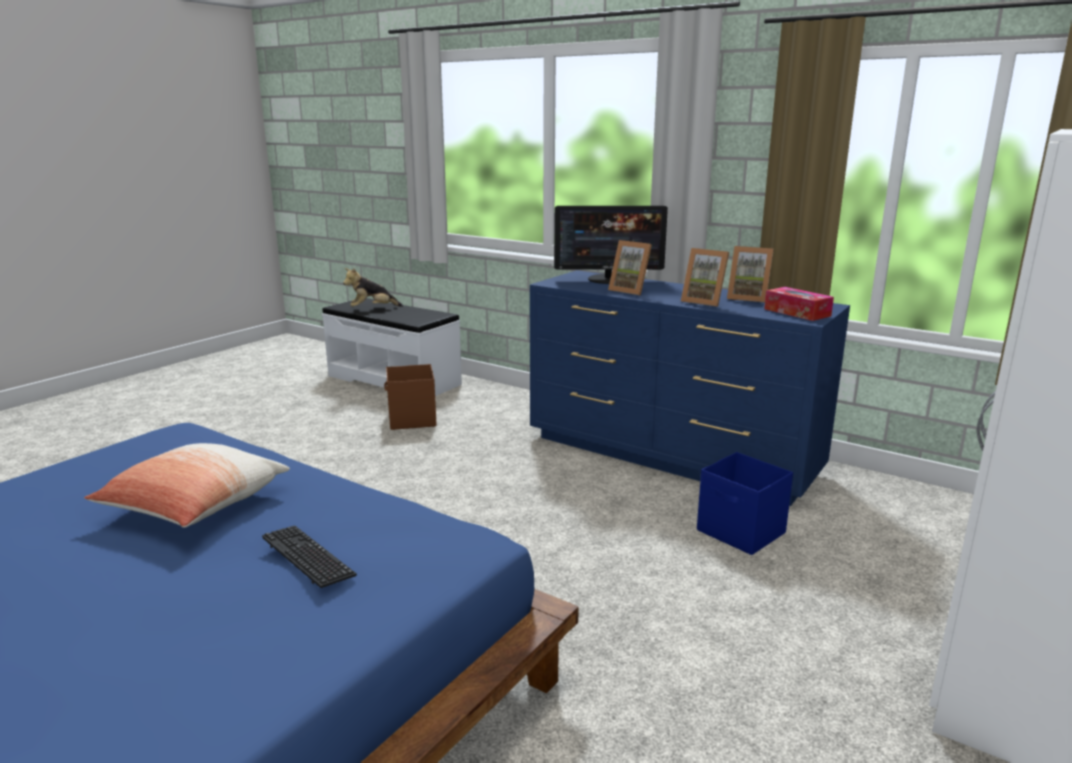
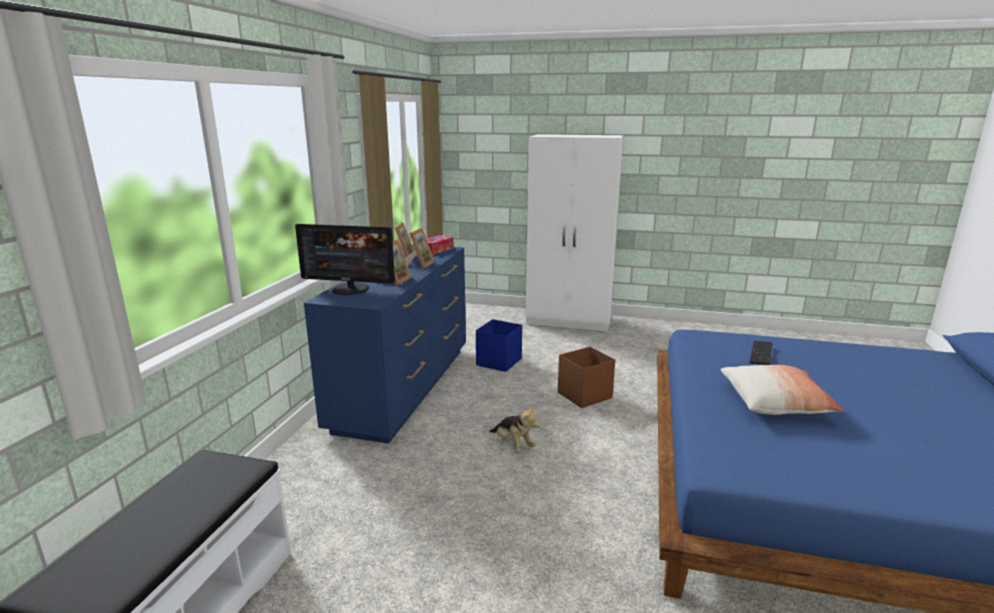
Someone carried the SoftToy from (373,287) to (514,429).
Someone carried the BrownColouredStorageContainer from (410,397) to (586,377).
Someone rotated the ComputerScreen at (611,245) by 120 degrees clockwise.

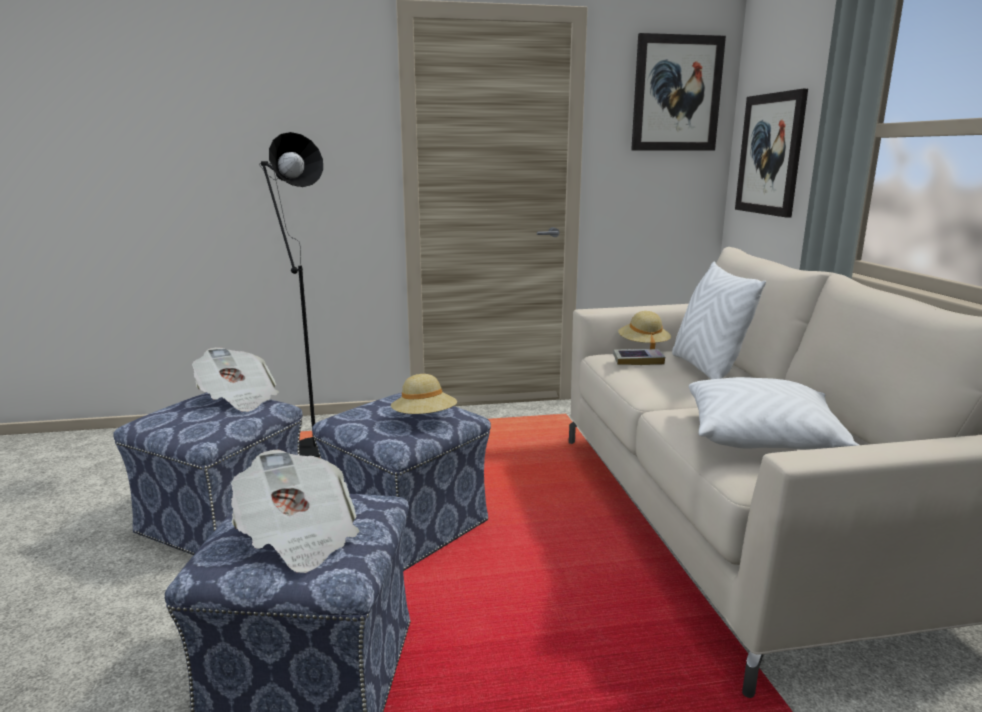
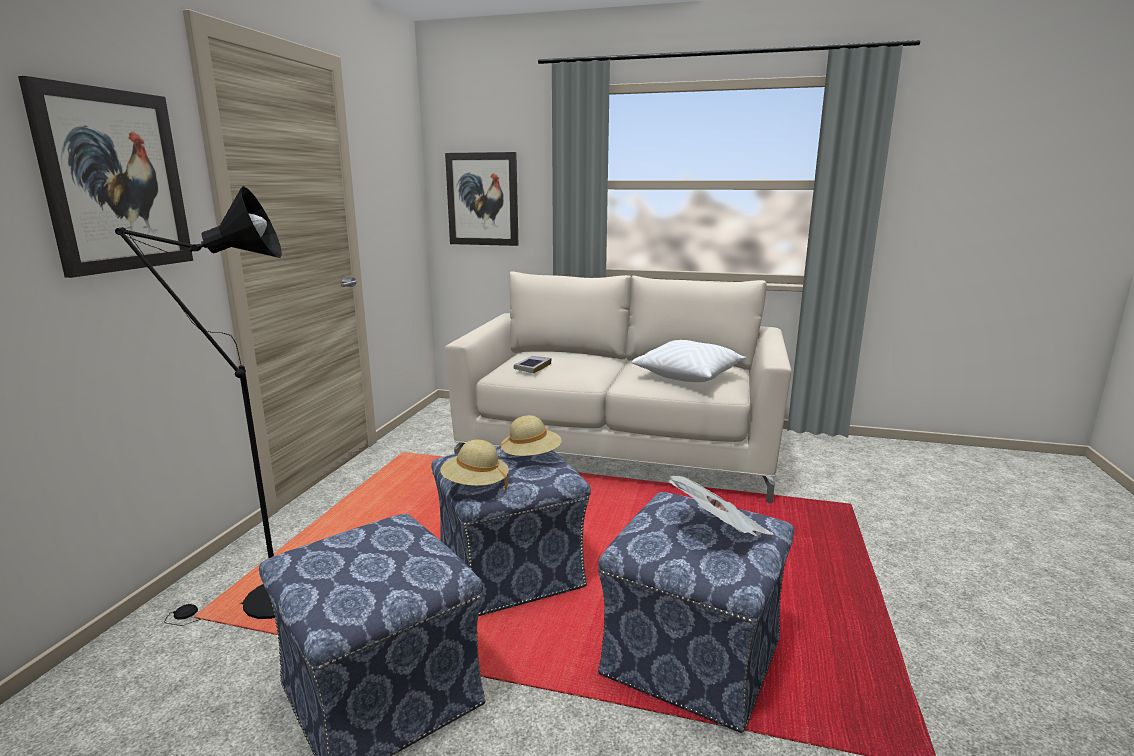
Someone took away the Newspaper at (235,379).
Someone took away the WhiteColouredPillow at (719,320).
Someone carried the SandColouredClothingHat from (644,330) to (474,464).
Someone carried the WallArt from (678,92) to (105,177).

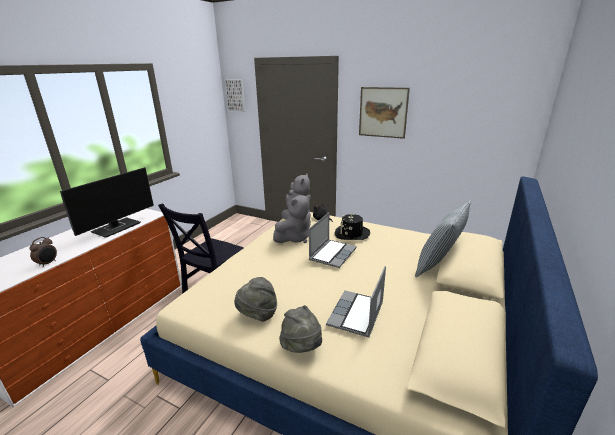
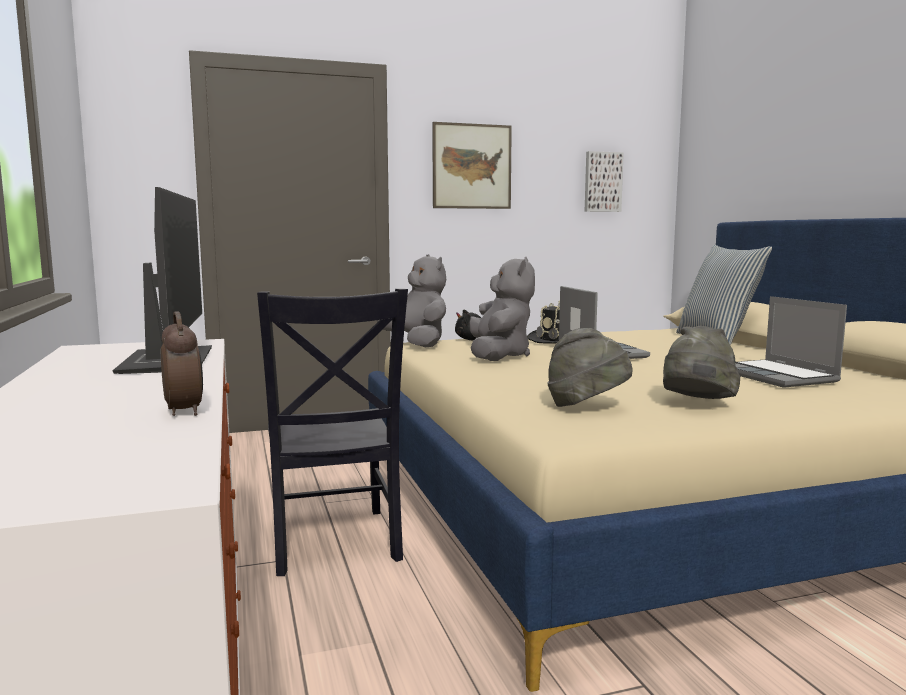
Someone carried the WallArt from (235,96) to (604,181).
Someone carried the GreyClothingHat from (300,329) to (590,367).

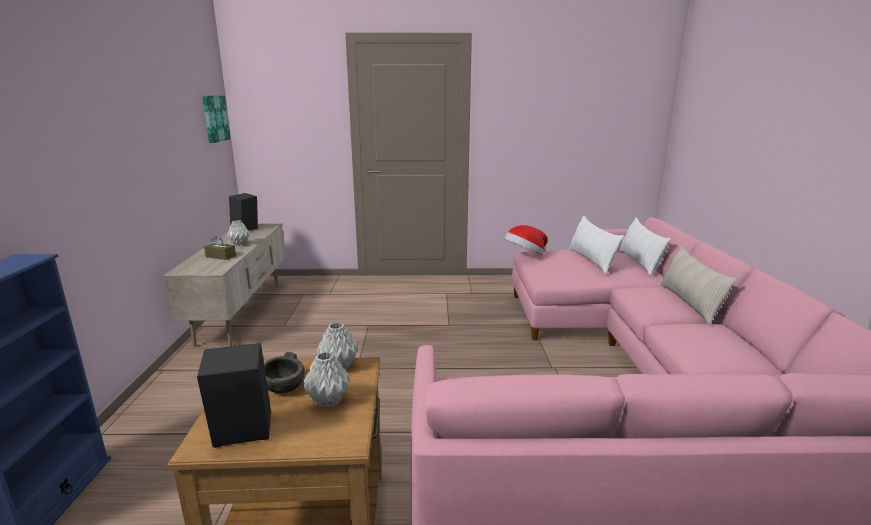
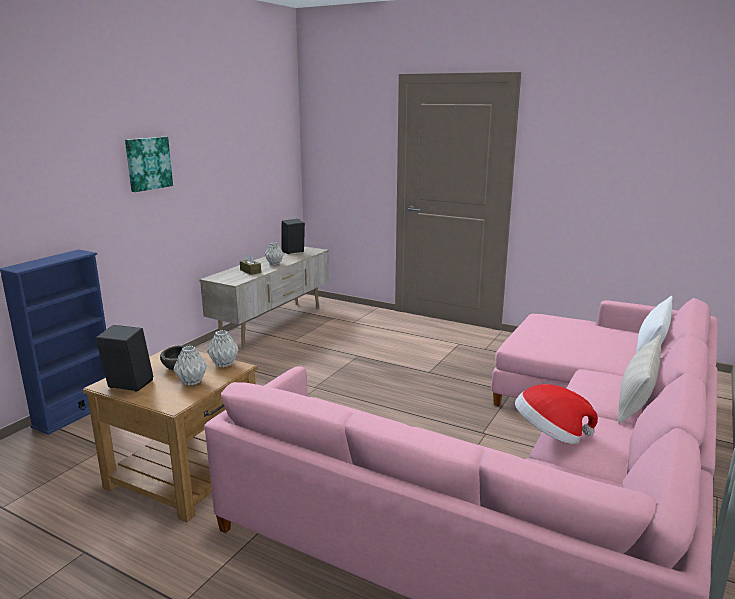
Someone took away the WhiteColouredPillow at (596,245).
Someone carried the WallArt from (216,119) to (149,164).
Someone carried the ClothingHat from (525,240) to (556,414).

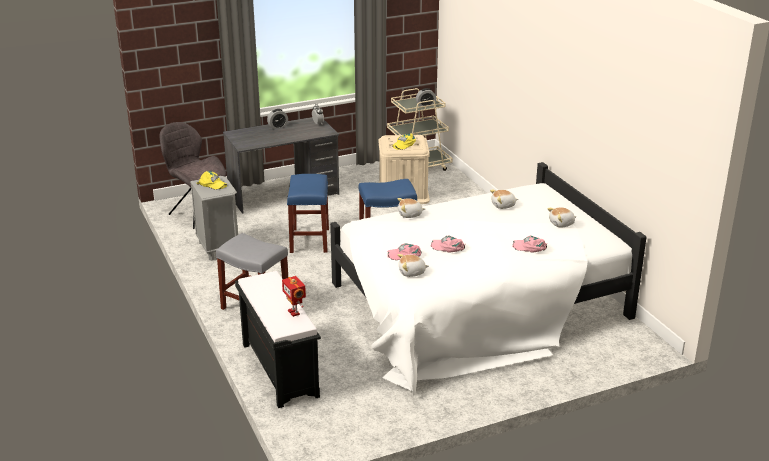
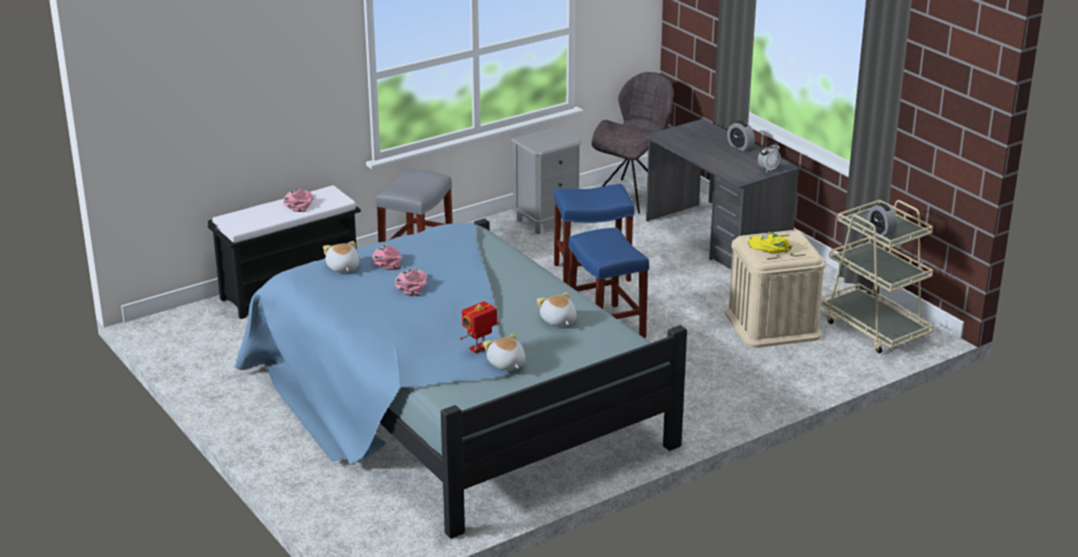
Someone took away the YellowishCap at (212,180).
Someone took away the SoftToy at (411,208).
Someone carried the ModelRobot from (294,296) to (480,327).
Someone carried the PinkCap from (529,244) to (298,200).
Someone repainted the WhiteColouredBed at (488,279), which became the BluishBed at (461,378).

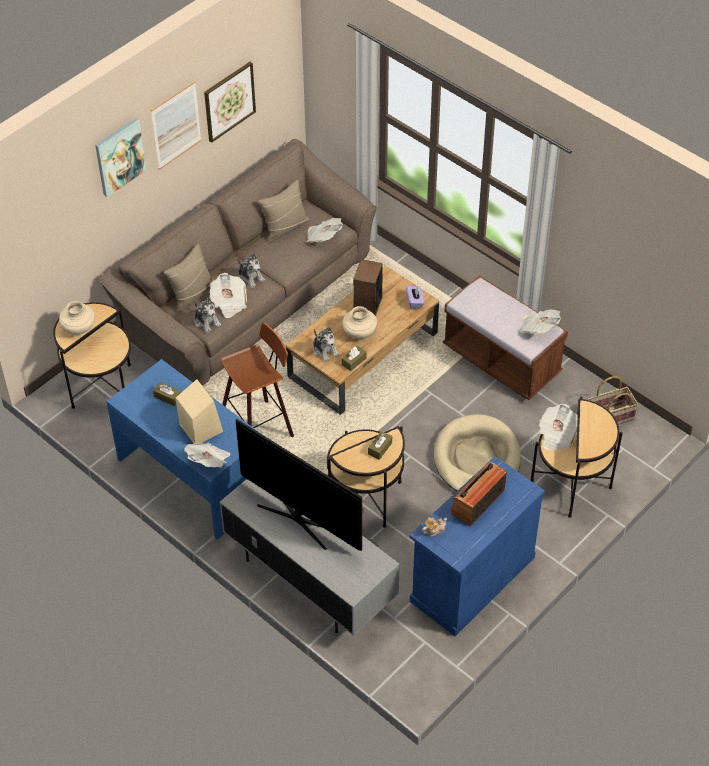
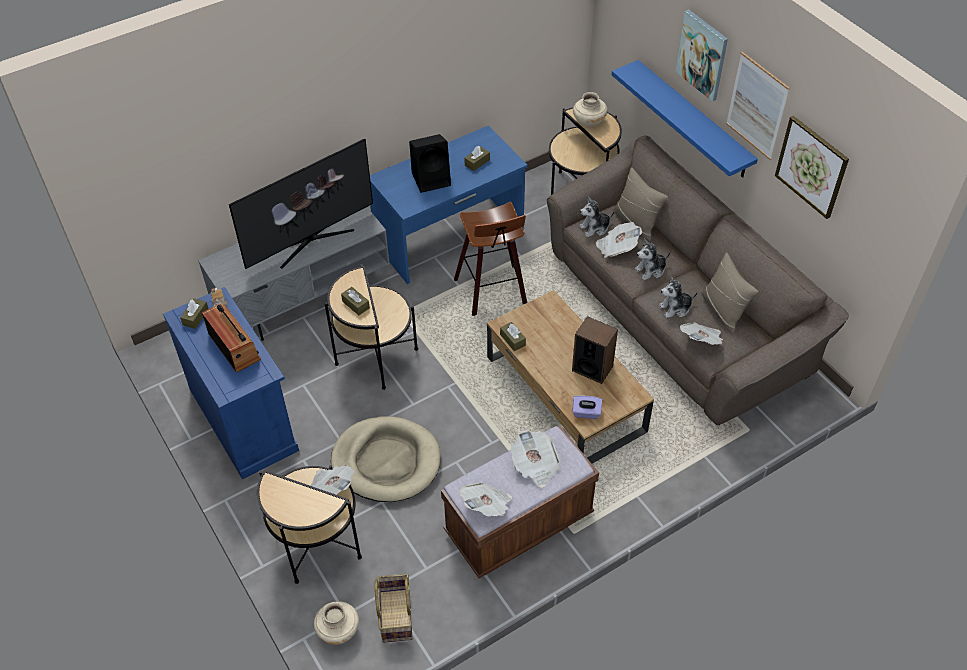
Someone put down the BrownColouredTissueHolder at (194,313).
Someone put up the BluishShelf at (685,119).
Someone carried the Newspaper from (207,455) to (536,459).
Someone carried the SoftToy from (326,344) to (678,296).
Someone carried the SandColouredFlowerVase from (359,322) to (336,623).
Someone repainted the SandColouredAudioSpeaker at (199,411), which became the BlackAudioSpeaker at (430,163).

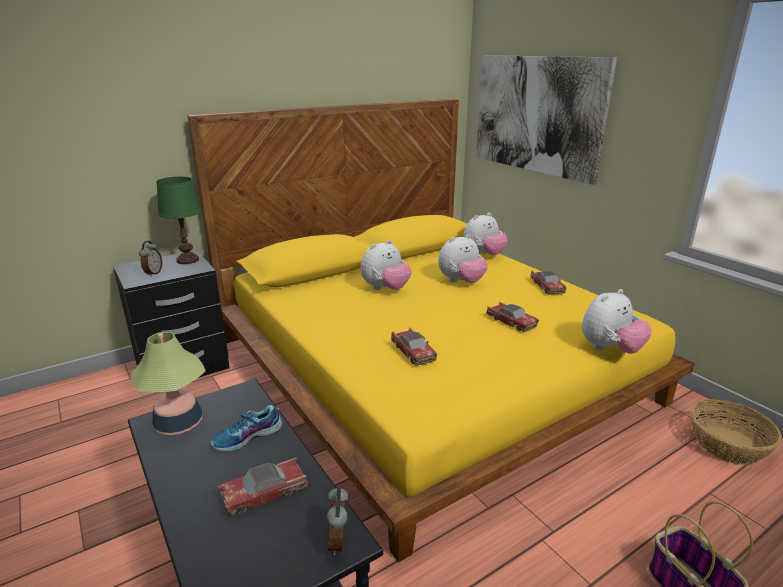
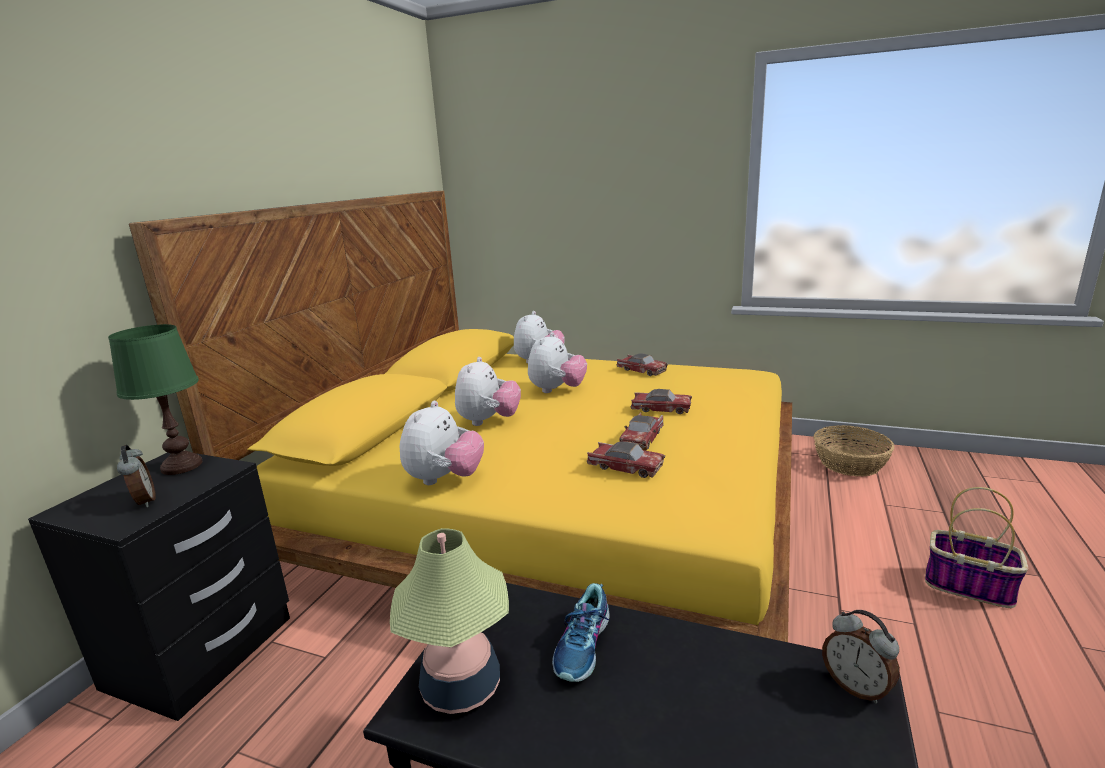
Someone took away the WallArt at (546,120).
Someone carried the ToyCar from (263,487) to (641,431).
Someone carried the SoftToy from (617,321) to (442,443).

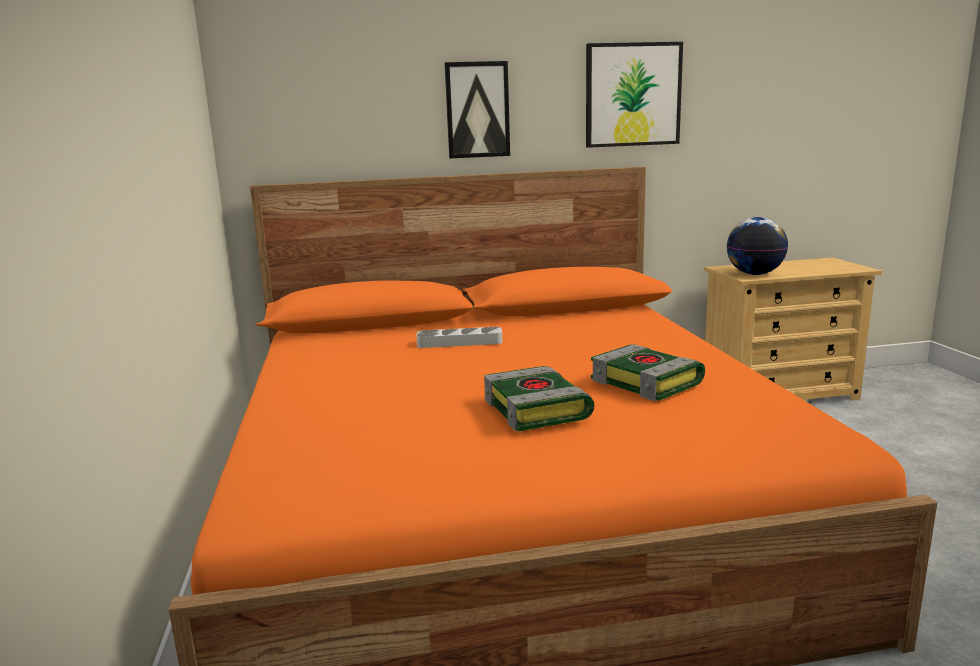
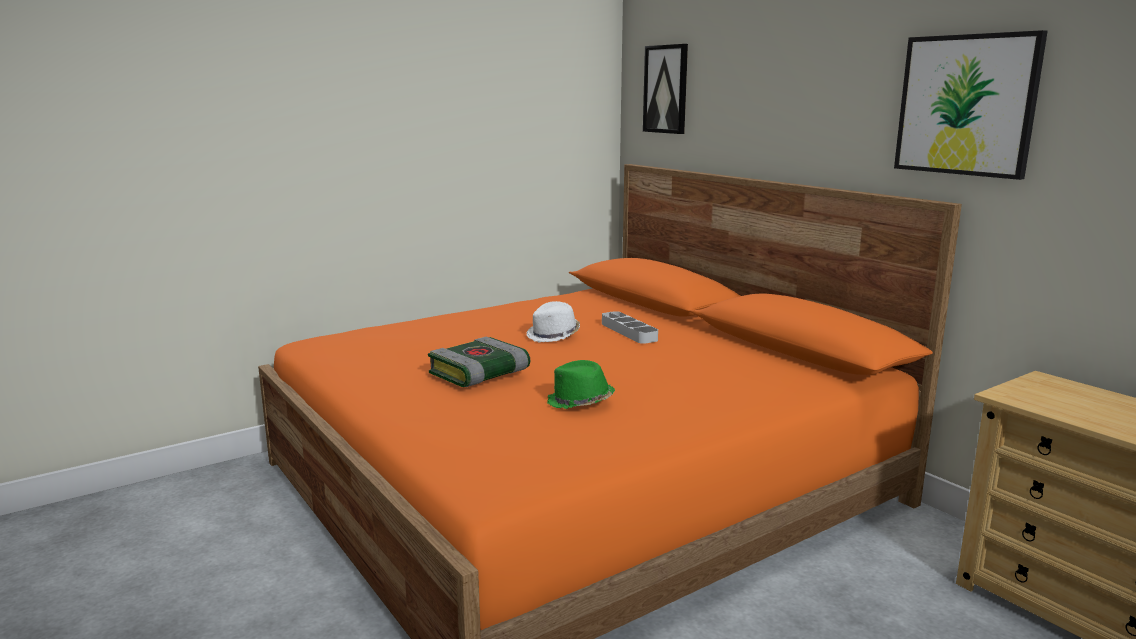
Someone took away the WorldGlobe at (757,246).
Someone put down the WhiteColouredClothingHat at (553,321).
Someone carried the WallArt from (477,109) to (665,89).
Someone swapped the BoundBook at (648,372) for the GreenishClothingHat at (581,384).

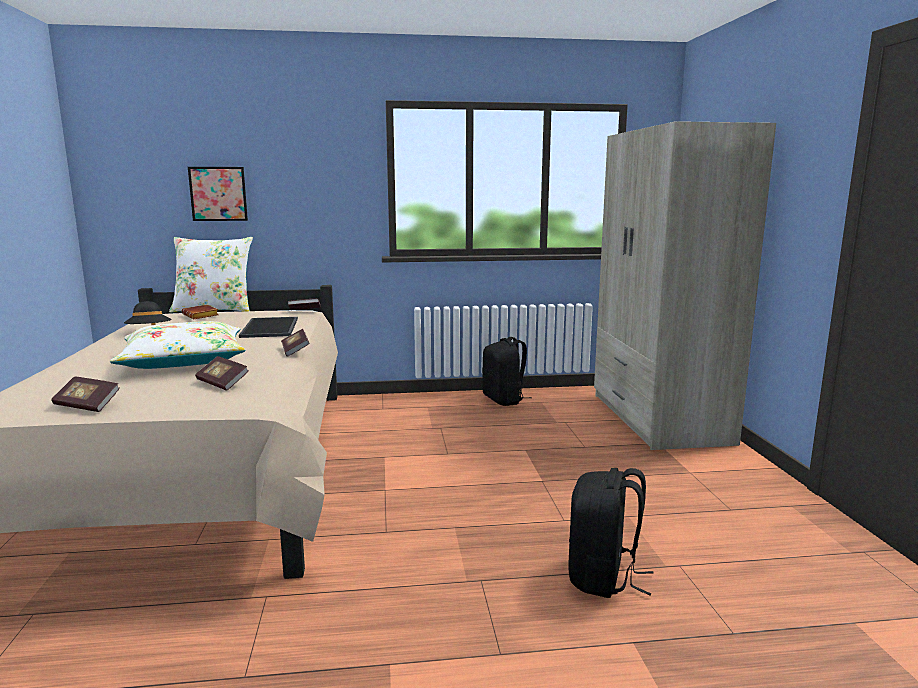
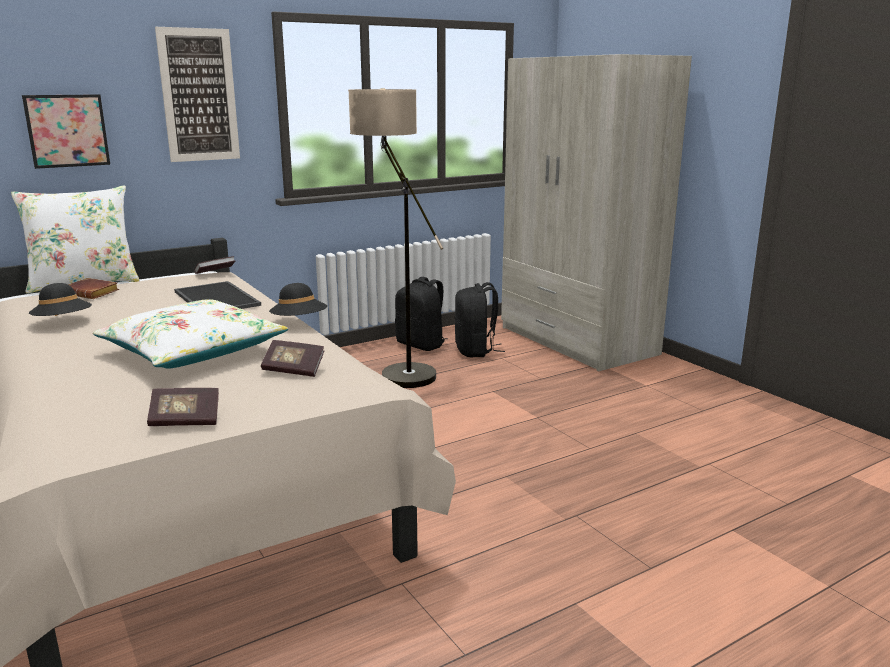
Someone put up the WallArt at (197,94).
Someone put down the StandardLamp at (396,238).
Someone carried the BlackRucksack from (611,533) to (480,319).
Someone swapped the BoundBook at (295,343) for the BlackClothingHat at (298,299).

